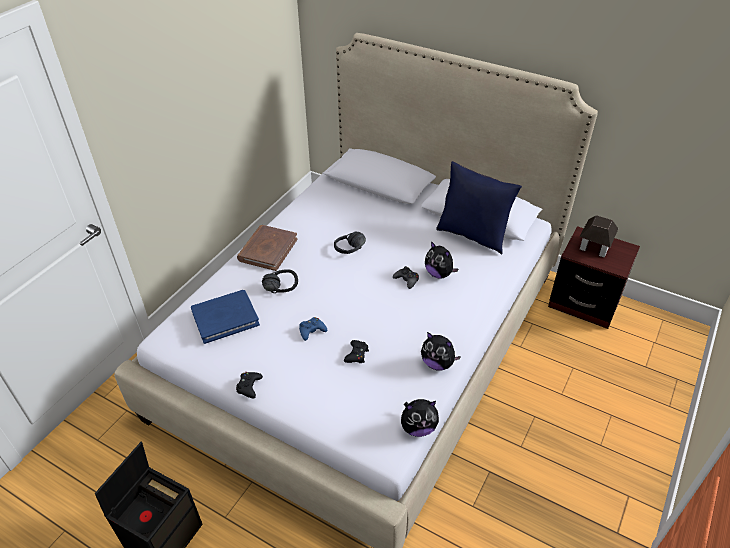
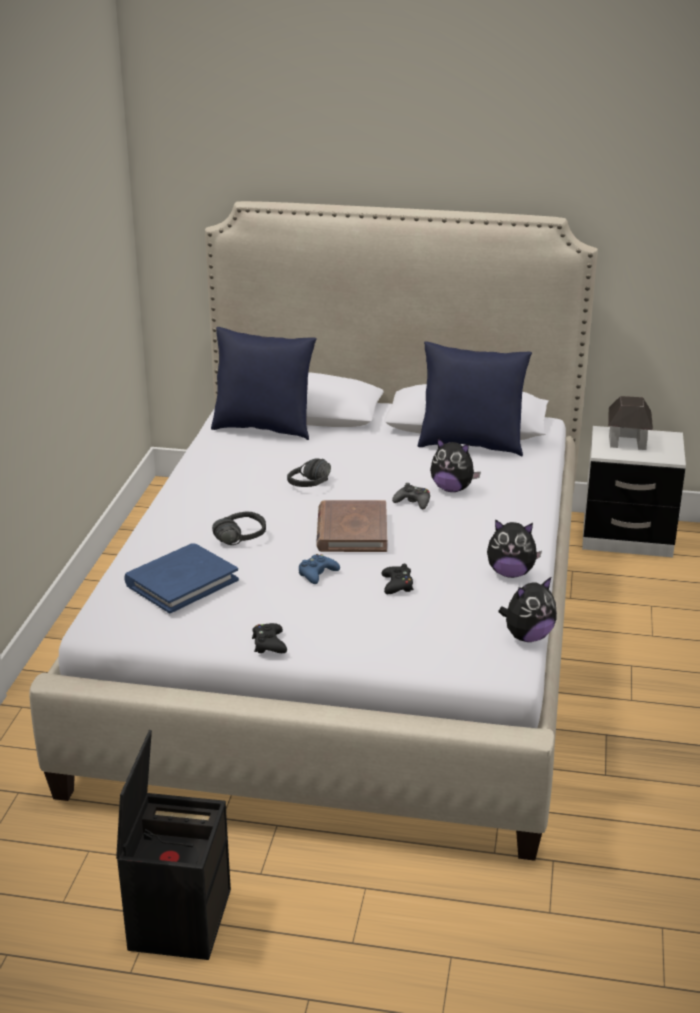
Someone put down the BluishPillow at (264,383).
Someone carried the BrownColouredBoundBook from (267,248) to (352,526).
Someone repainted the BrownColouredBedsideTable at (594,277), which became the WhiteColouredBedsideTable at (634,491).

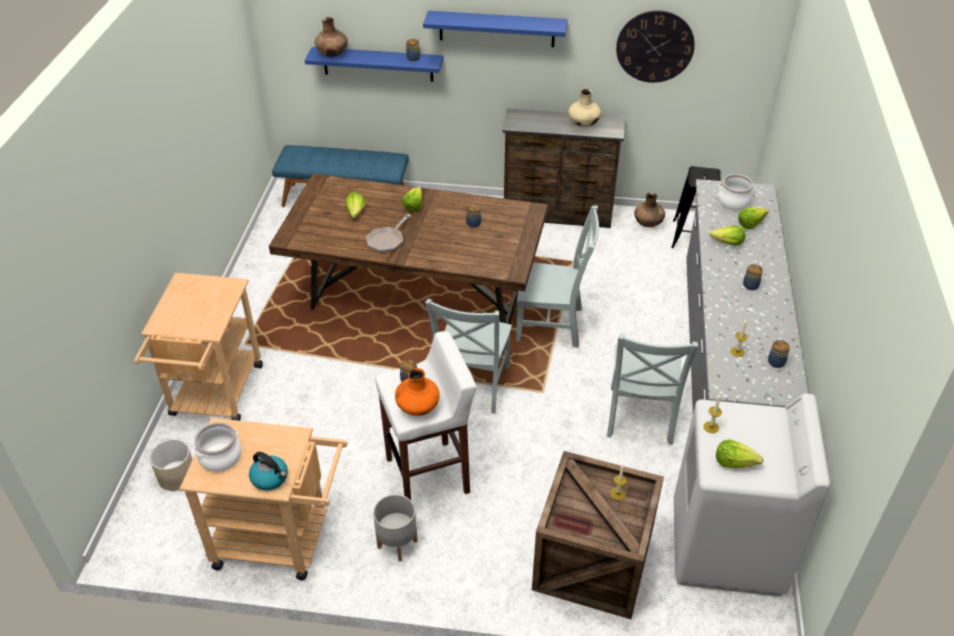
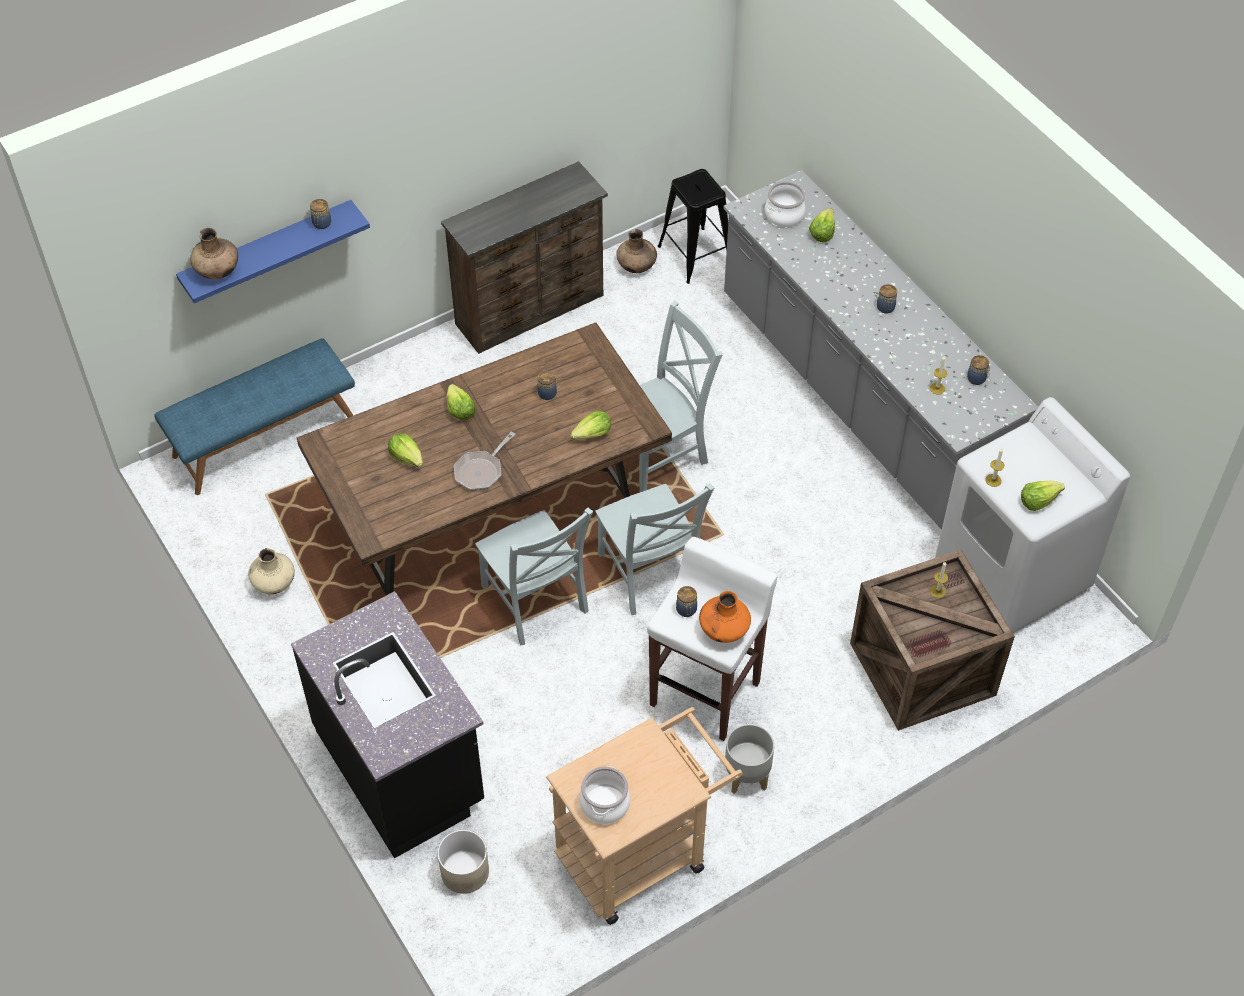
Someone took away the WaterKettle at (268,471).
Someone took away the BluishShelf at (495,29).
Someone took away the HangingClock at (655,46).
Someone carried the SandColouredFlowerVase from (584,108) to (271,571).
Someone carried the GreyPlainChair from (652,389) to (534,577).
Someone carried the Lettuce from (727,236) to (590,425).
Someone swapped the SandColouredWheeledCart at (198,347) for the BlackKitchenCounter at (387,724).
Someone rotated the FryingPan at (388,233) by 45 degrees clockwise.

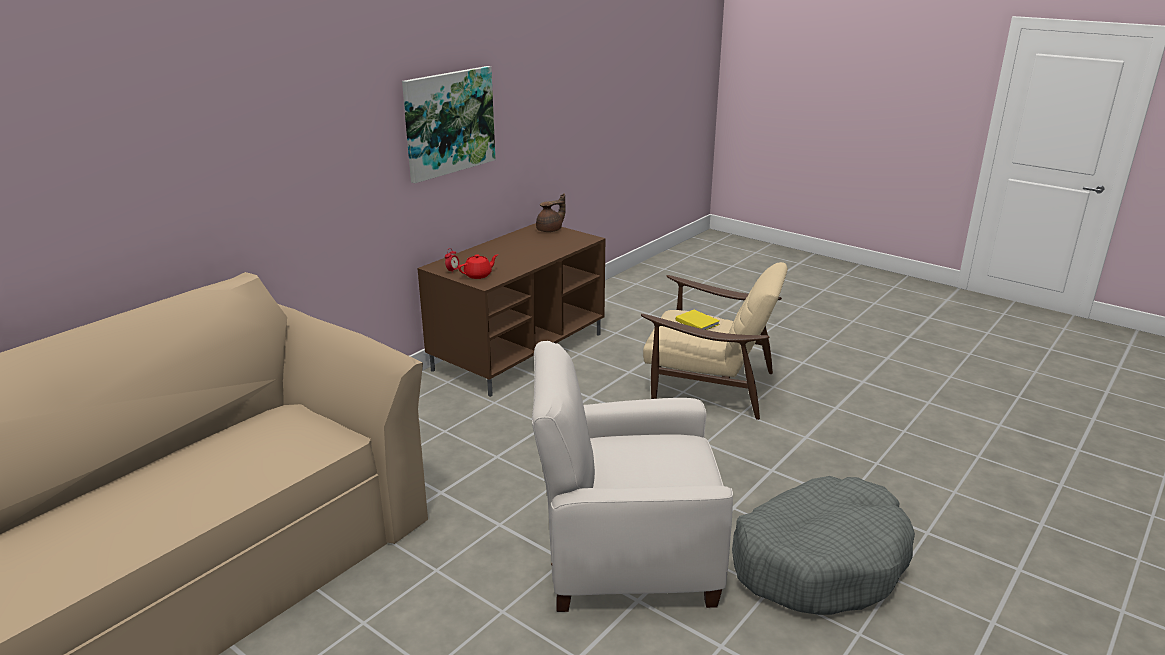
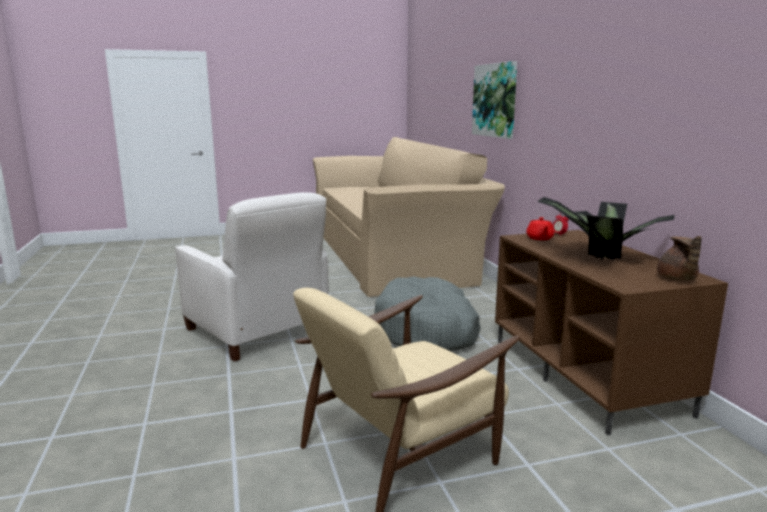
Someone took away the YellowishBoundBook at (698,320).
Someone put down the Houseplant at (606,228).
Someone carried the WallArt from (448,124) to (494,100).
Someone carried the GreyDogBed from (823,545) to (428,313).
Someone rotated the WhiteColouredArmchair at (632,476) by 105 degrees clockwise.

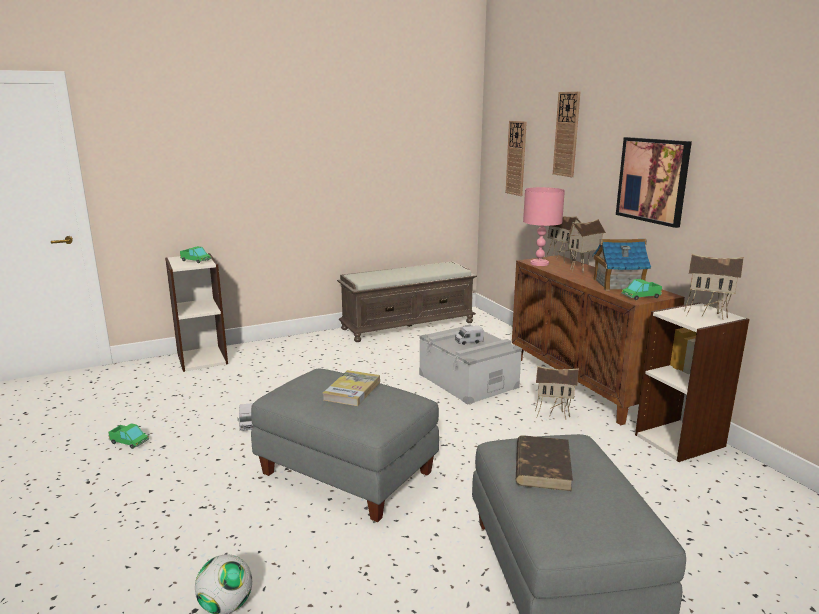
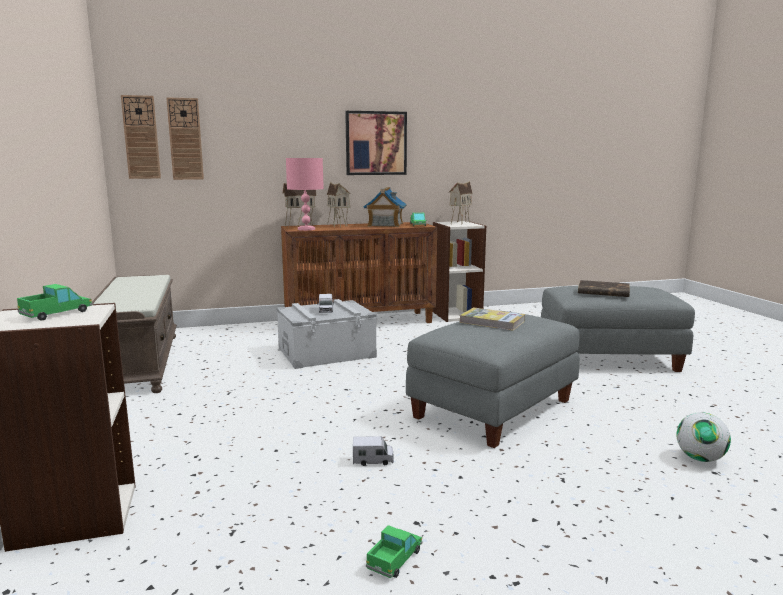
Someone took away the ToyHouse at (557,392).
Someone carried the HangingClock from (566,134) to (141,137).

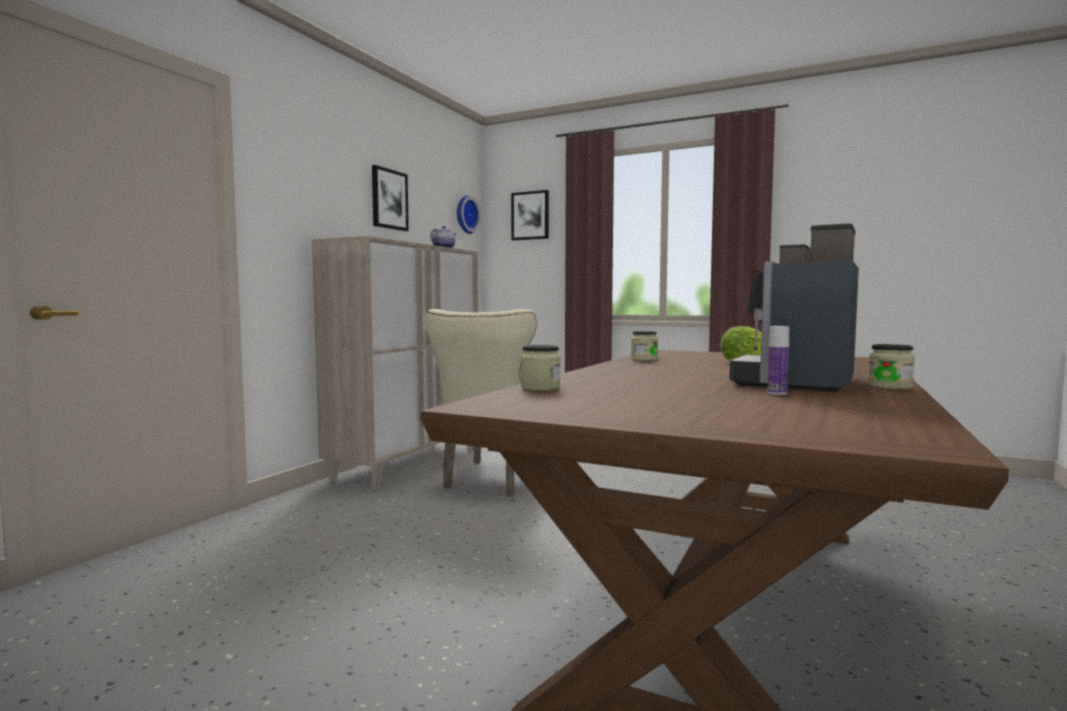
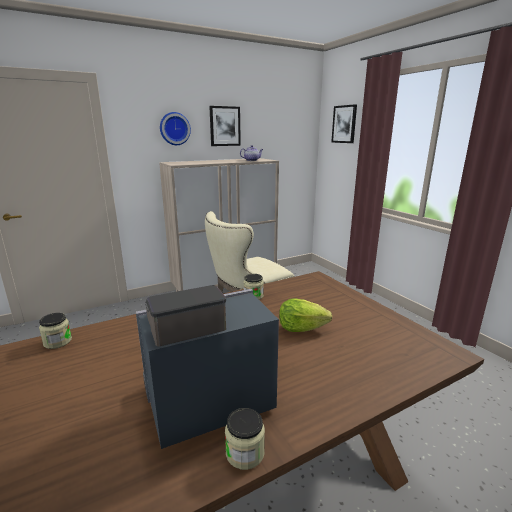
Someone took away the DrinkBottle at (778,360).
Someone carried the HangingClock from (468,214) to (175,128).

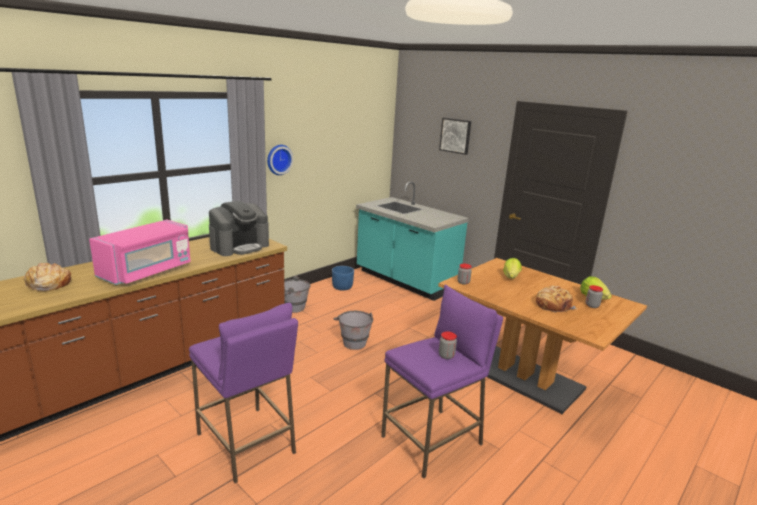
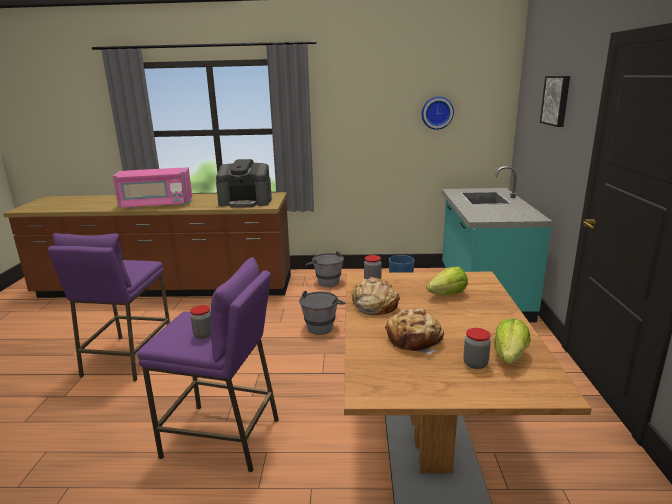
Someone carried the Bread from (47,277) to (375,296).
Someone carried the HangingClock from (280,160) to (438,113).

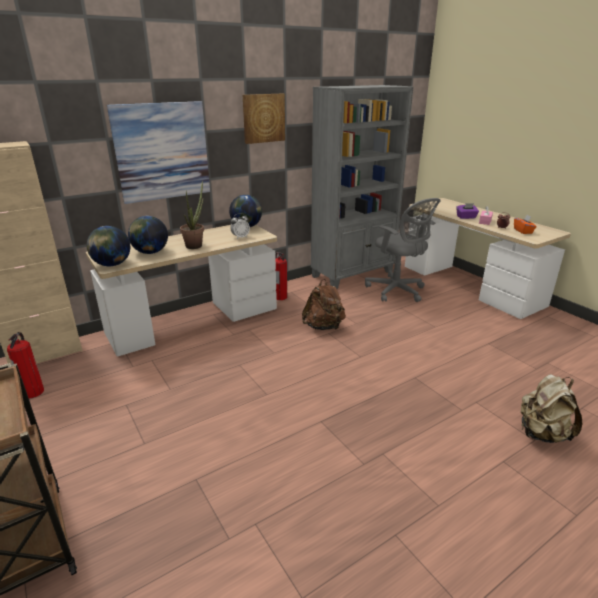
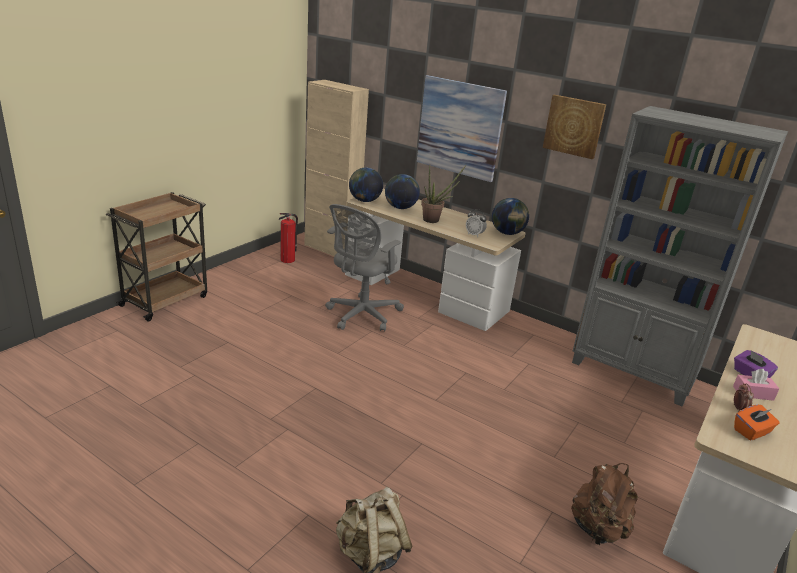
Someone took away the FireFightingCylinder at (281,276).
Someone carried the BrownColouredRucksack from (324,304) to (604,504).
Someone carried the GreyOfficeChair from (403,250) to (364,267).

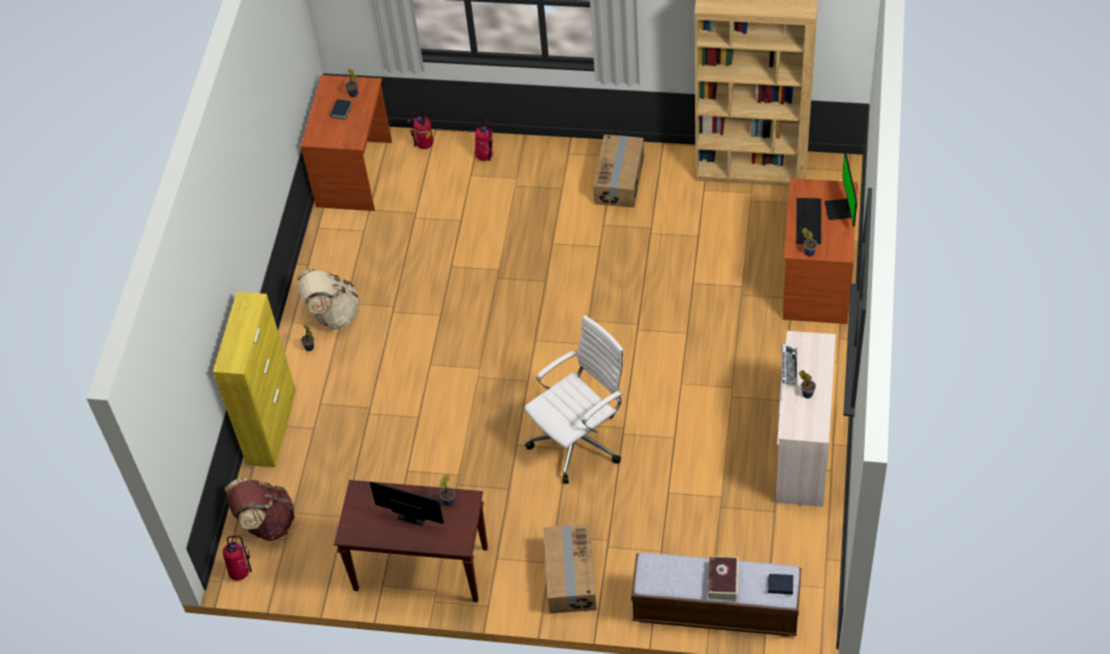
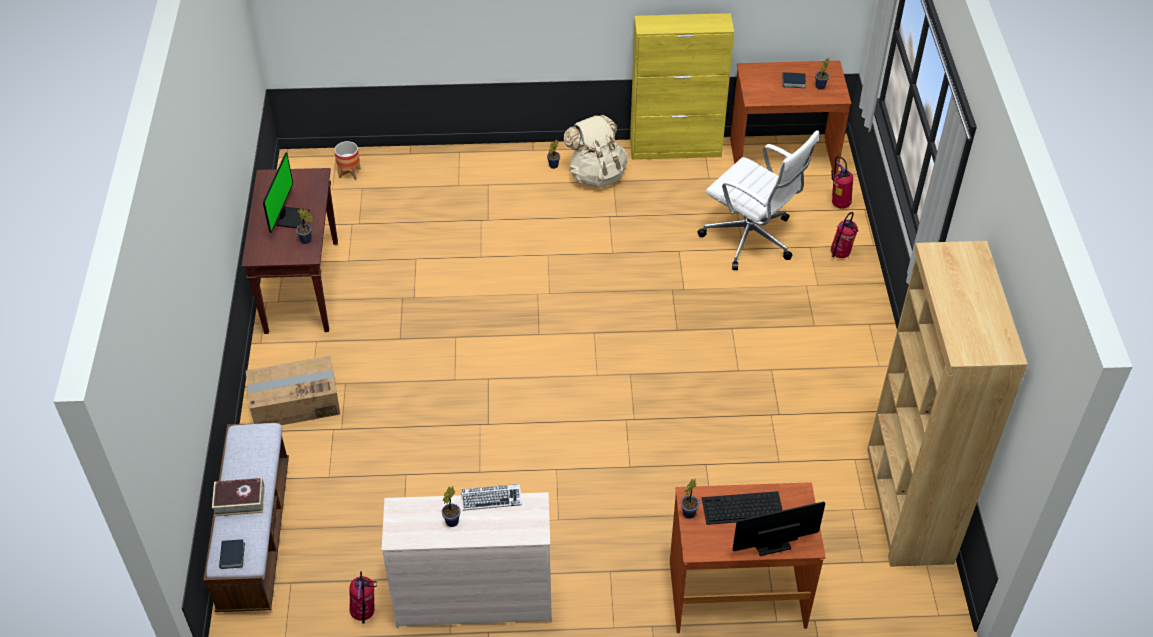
Someone took away the CardboardBox at (618,171).
Someone carried the YellowishCupboard from (254,380) to (682,86).
Someone carried the FireFightingCylinder from (237,558) to (363,597).
Someone carried the WhiteColouredOfficeChair from (574,399) to (758,200).
Someone swapped the BrownColouredRucksack at (260,509) for the Planter at (347,160).

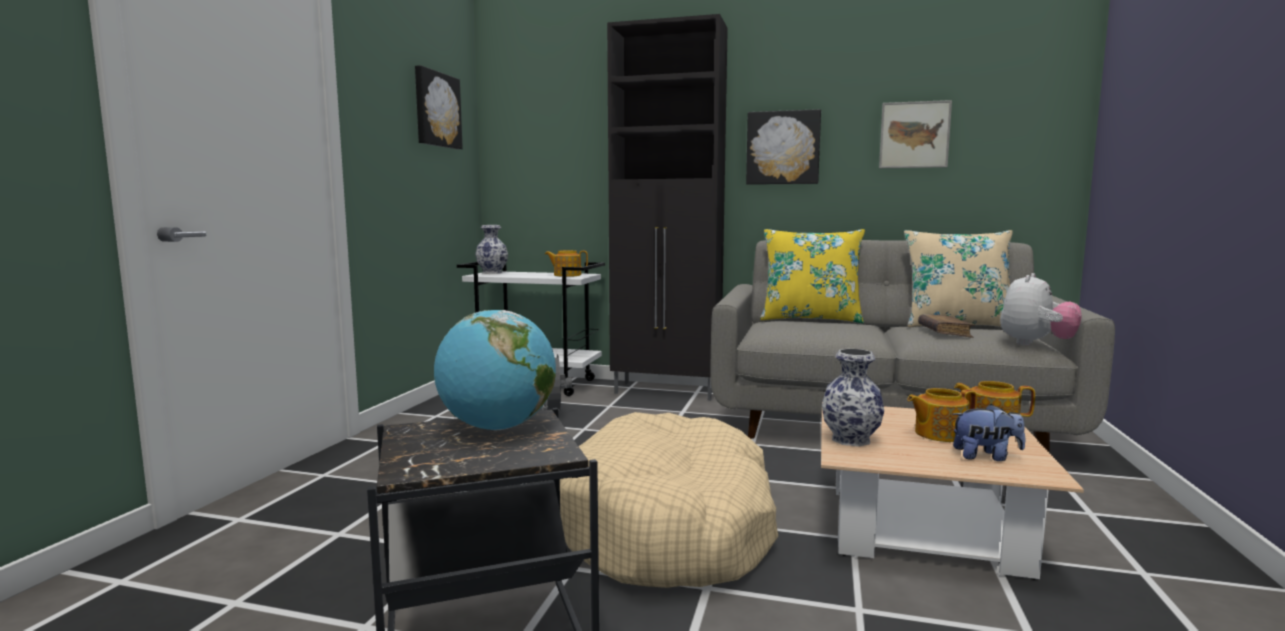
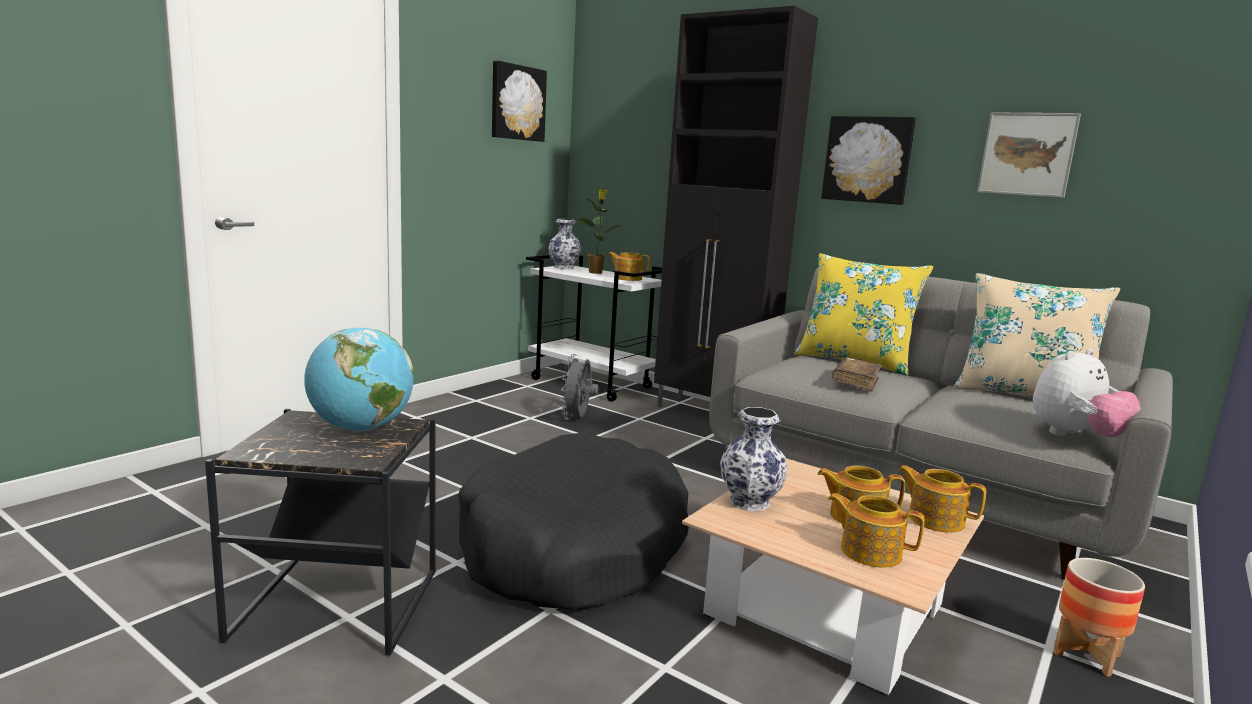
Someone put down the Houseplant at (599,231).
Someone put down the Planter at (1099,617).
Someone carried the BrownColouredBoundBook from (946,326) to (857,375).
Someone swapped the SoftToy at (988,432) for the PotForTea at (876,530).
Someone repainted the SandColouredDogBed at (669,500), which became the BlackDogBed at (573,521).

